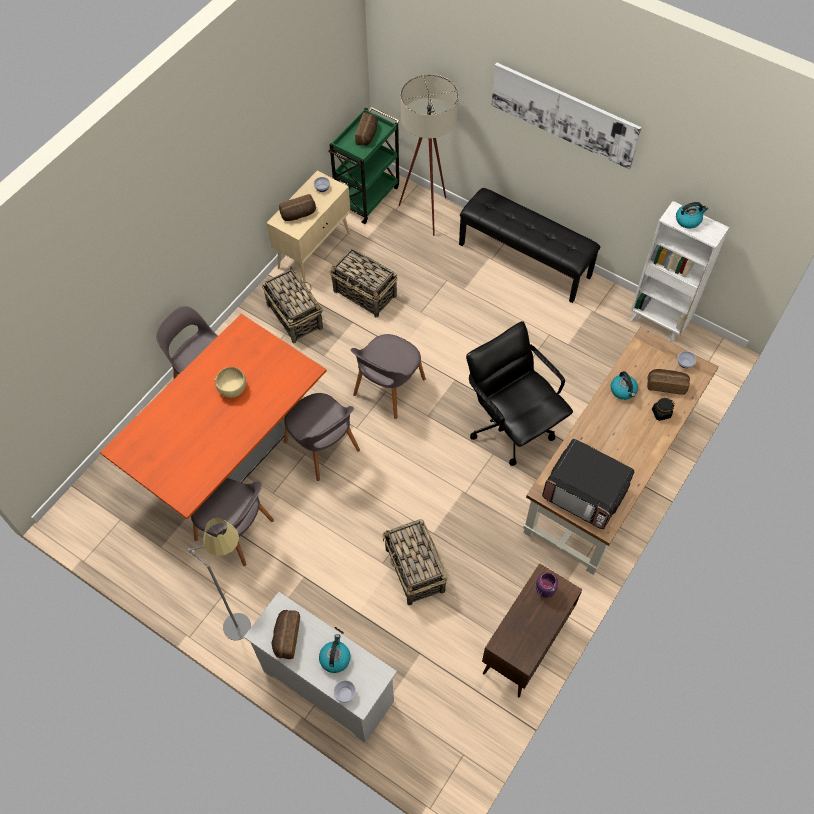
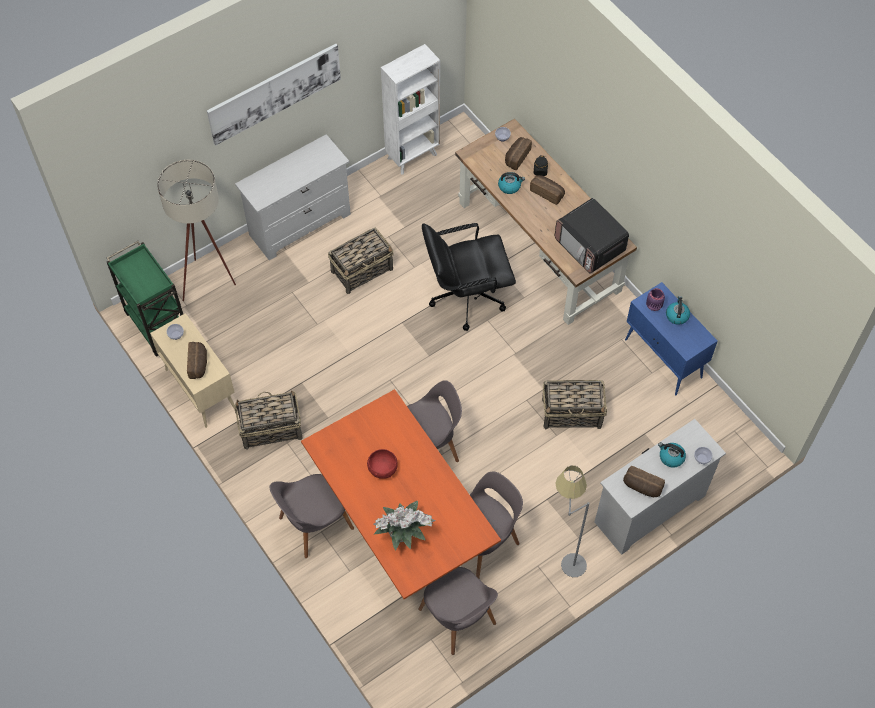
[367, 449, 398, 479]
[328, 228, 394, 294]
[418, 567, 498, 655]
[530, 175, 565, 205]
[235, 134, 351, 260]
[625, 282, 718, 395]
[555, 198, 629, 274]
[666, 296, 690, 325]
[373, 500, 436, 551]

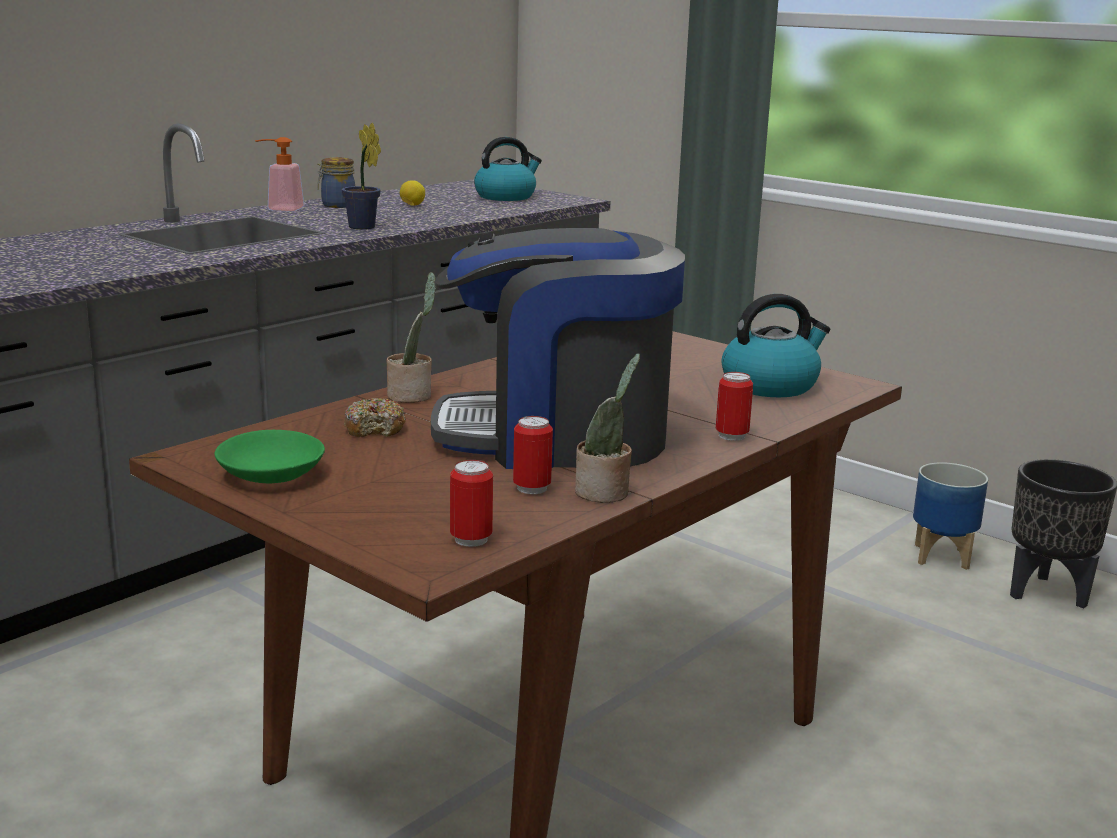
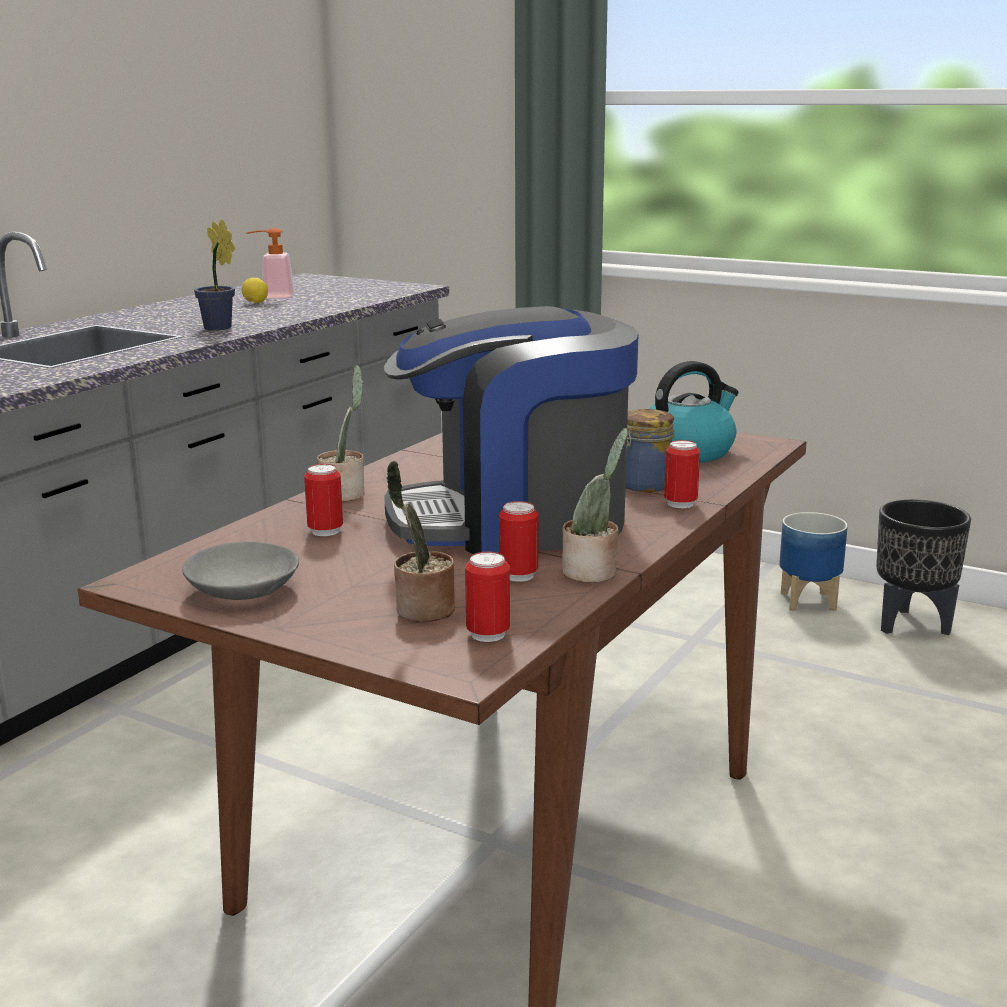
[182, 542, 299, 600]
[246, 228, 295, 299]
[625, 409, 674, 492]
[304, 464, 343, 536]
[474, 137, 542, 201] (first image)
[386, 461, 455, 622]

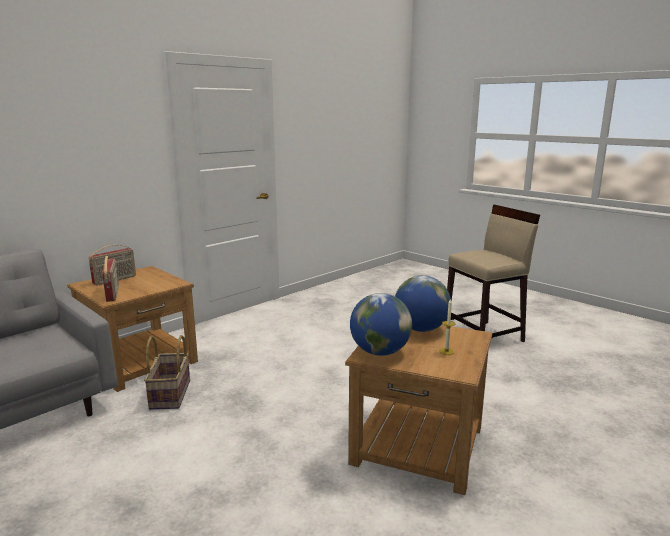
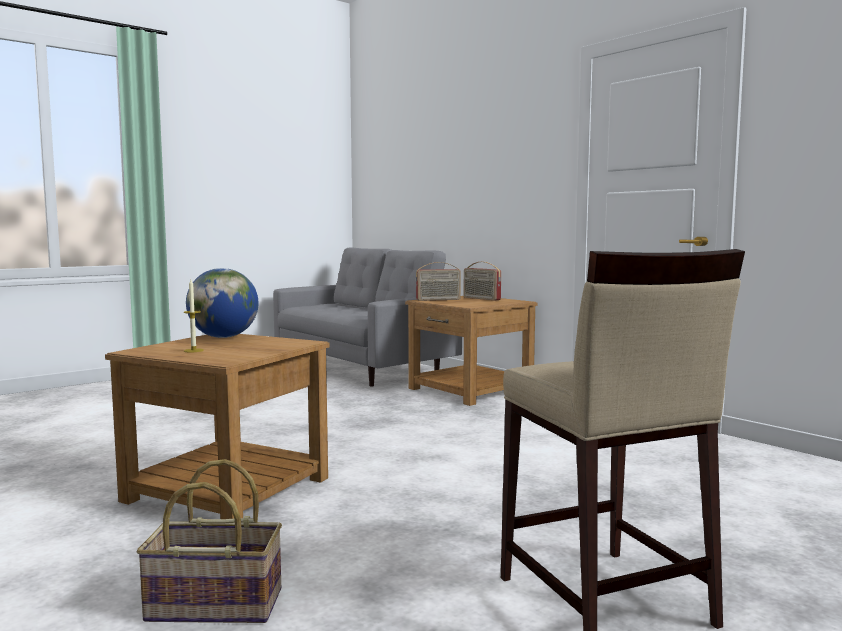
[137, 459, 282, 623]
[395, 275, 450, 332] (first image)

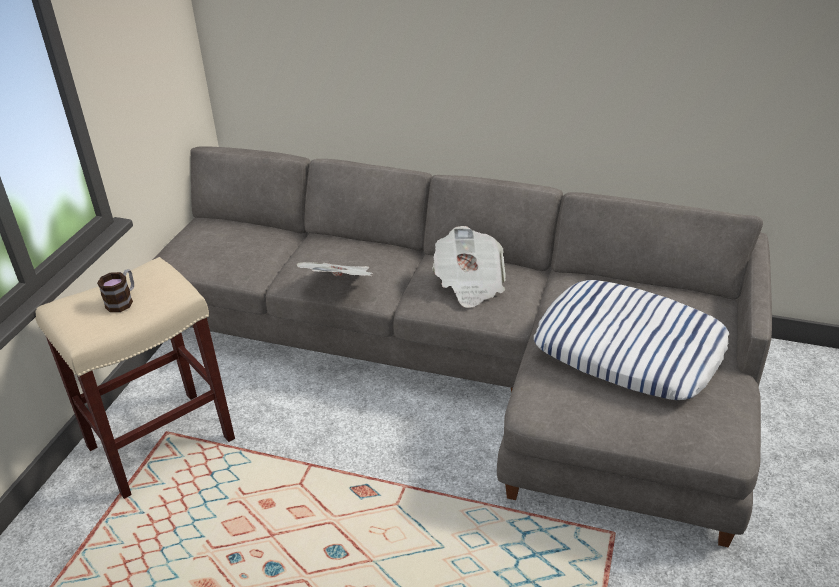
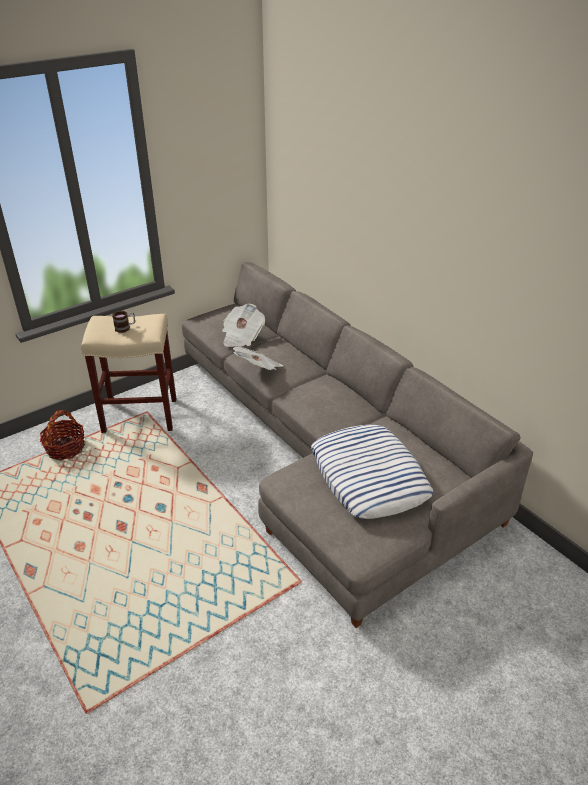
[222, 304, 265, 347]
[40, 410, 85, 460]

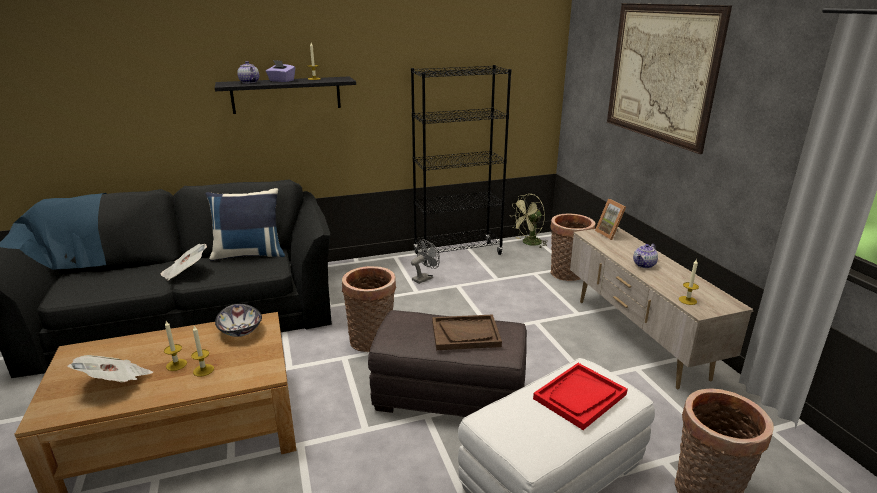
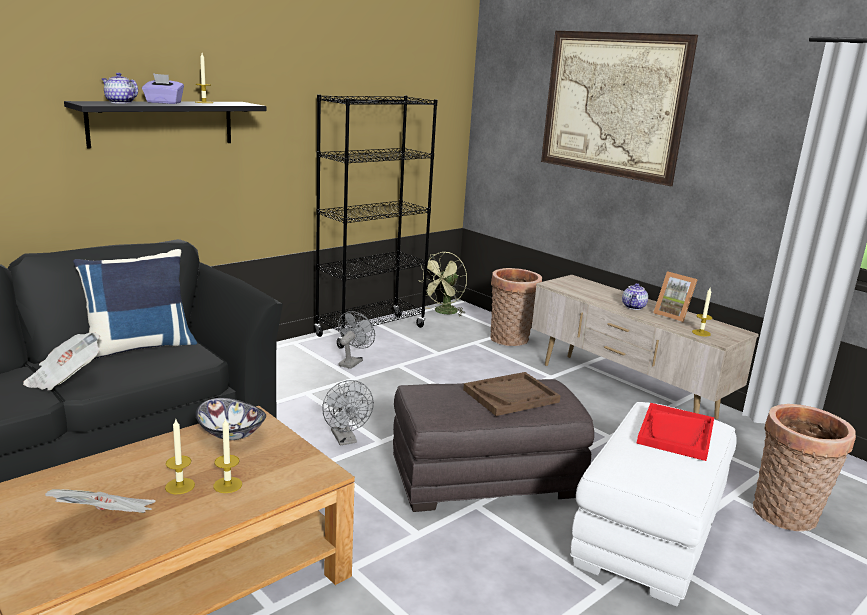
[322, 380, 374, 445]
[653, 271, 698, 322]

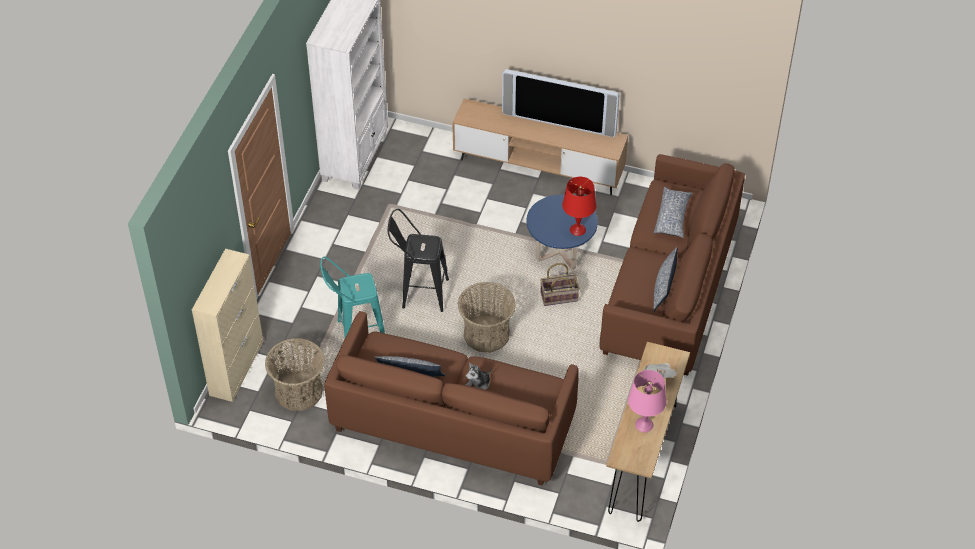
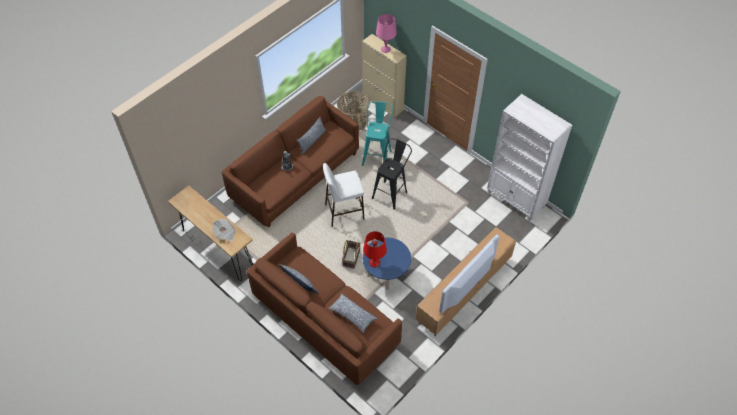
[323, 163, 364, 227]
[376, 14, 397, 53]

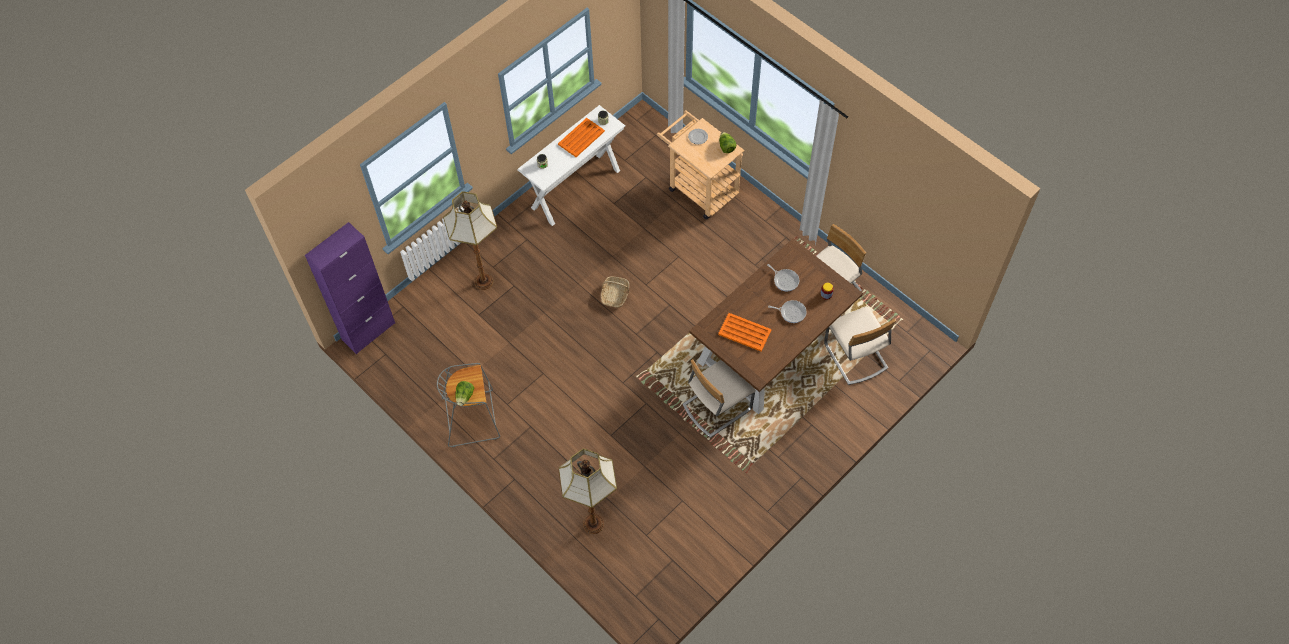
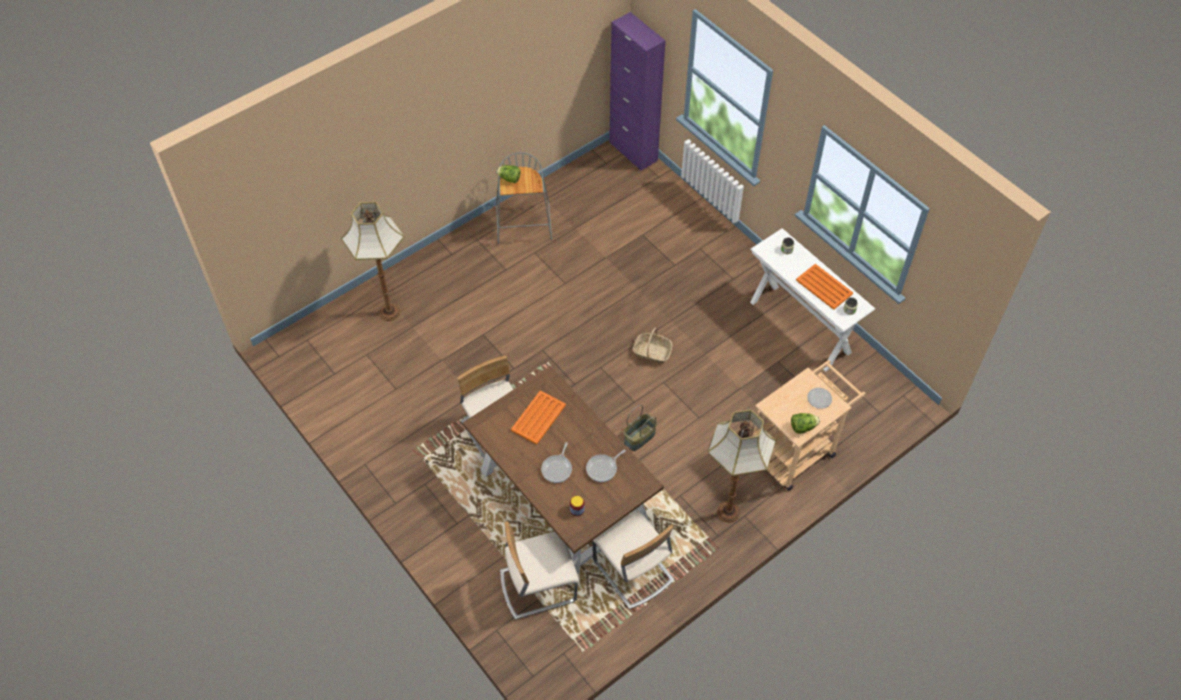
[707, 410, 776, 523]
[623, 405, 657, 451]

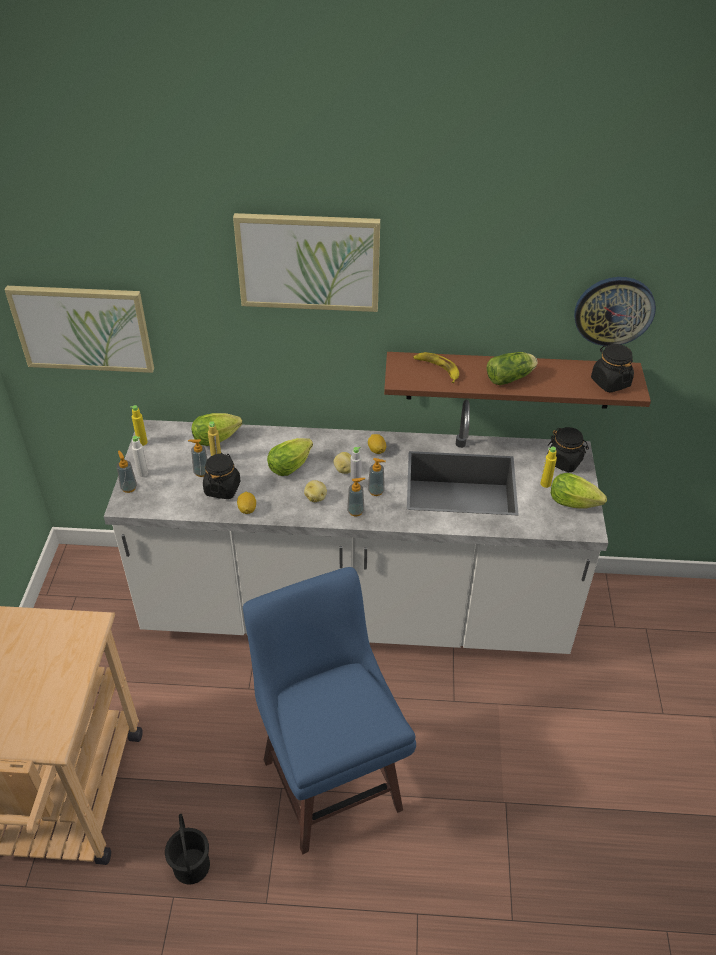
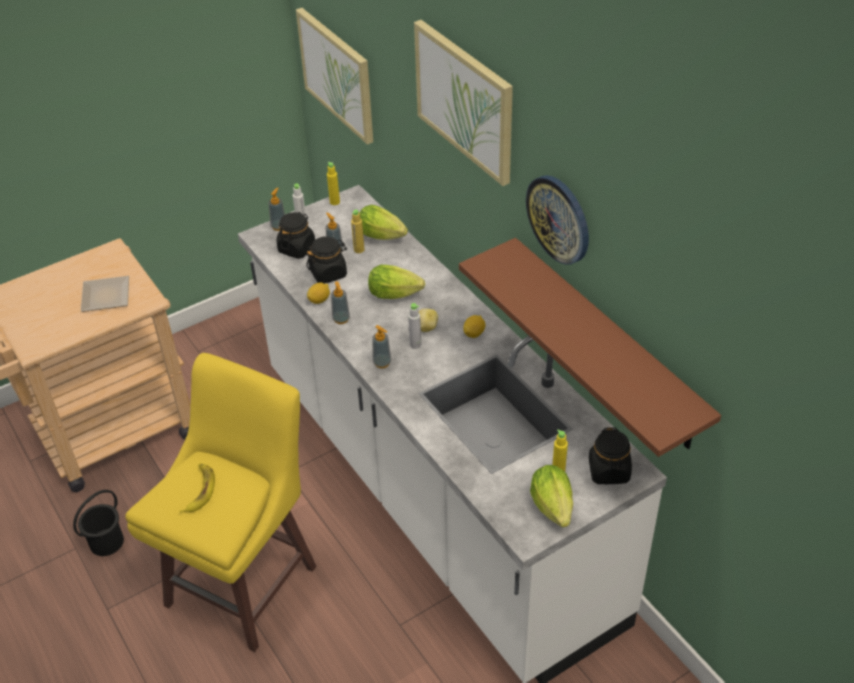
[125, 353, 317, 652]
[304, 480, 327, 502] (first image)
[331, 281, 350, 324]
[180, 464, 215, 513]
[487, 352, 538, 385] (first image)
[526, 175, 589, 265]
[276, 212, 315, 259]
[81, 276, 129, 312]

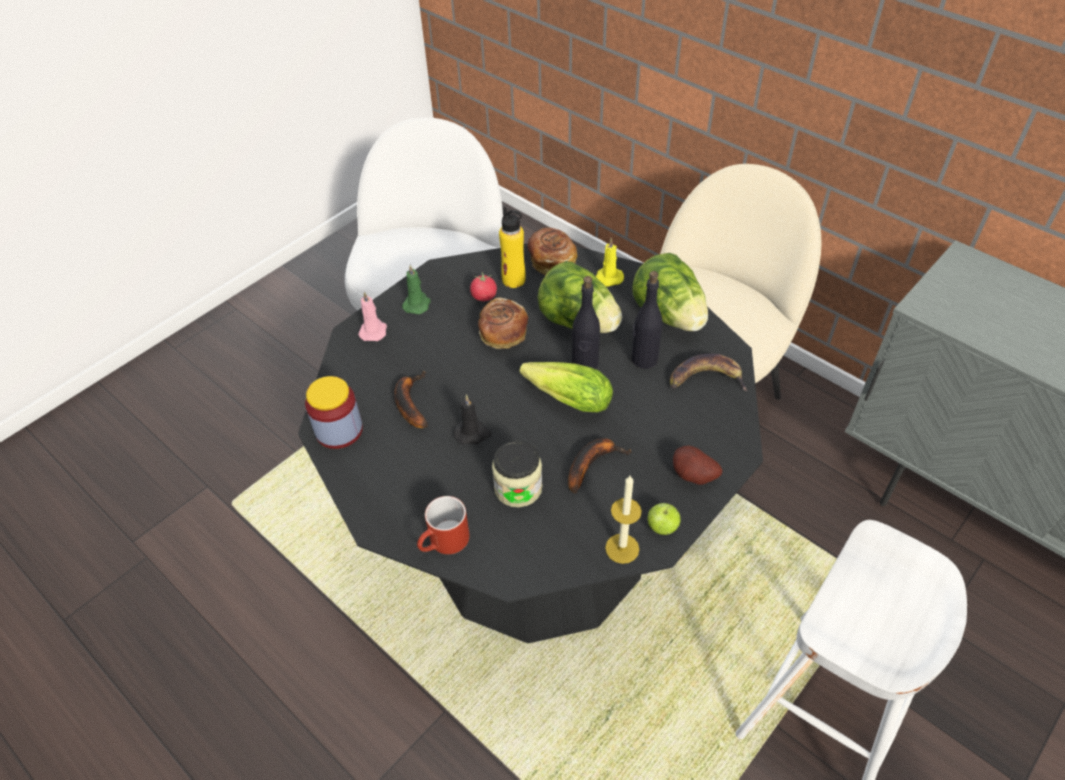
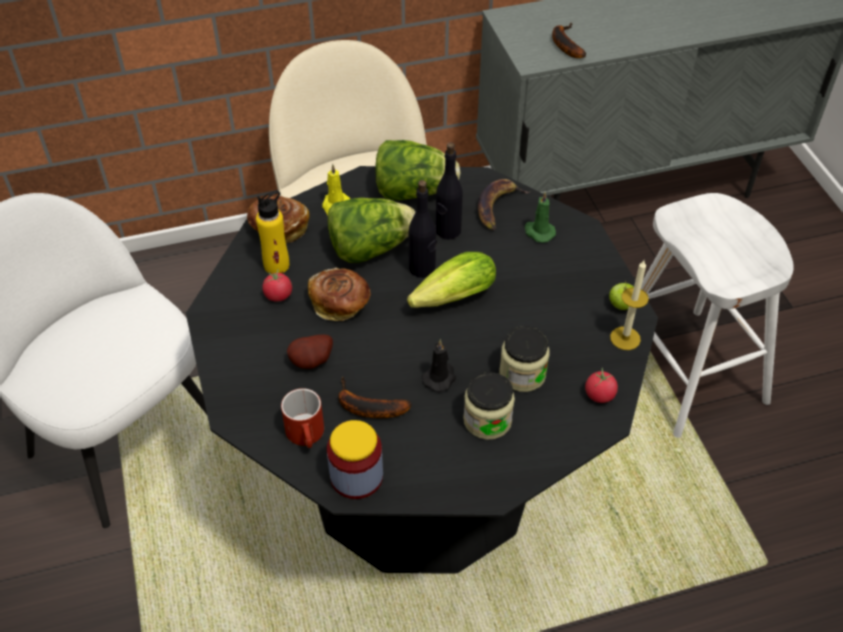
[358, 291, 387, 341] (first image)
[525, 192, 556, 243]
[281, 388, 324, 448]
[552, 23, 586, 58]
[287, 334, 333, 369]
[463, 372, 515, 440]
[585, 368, 618, 403]

